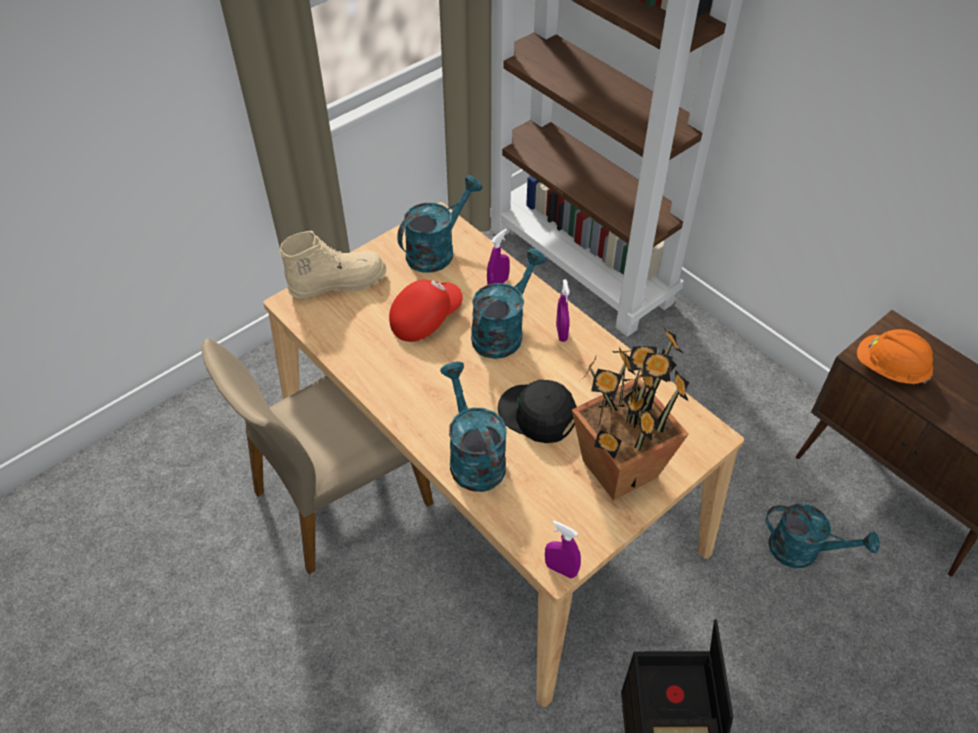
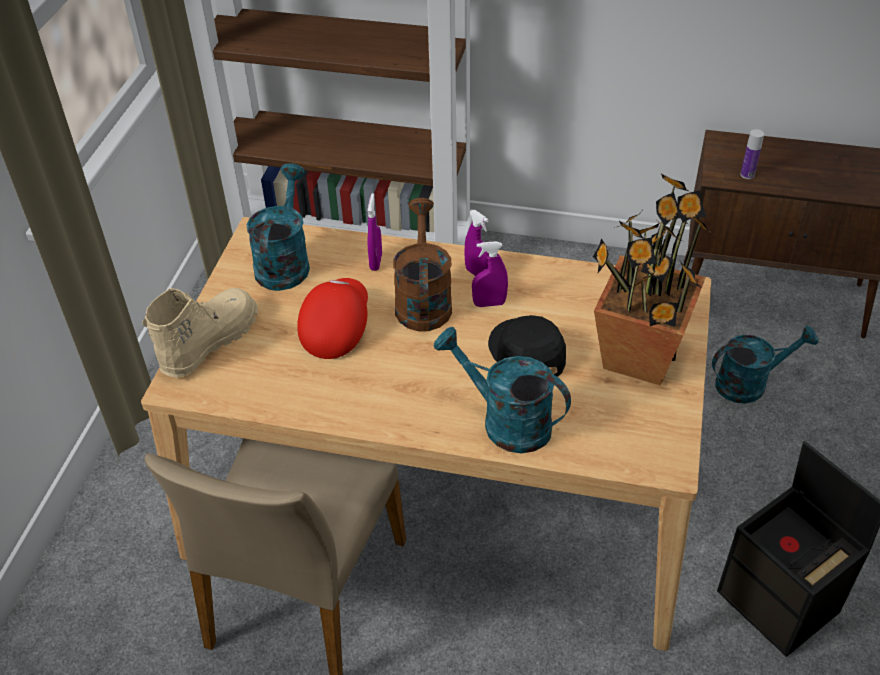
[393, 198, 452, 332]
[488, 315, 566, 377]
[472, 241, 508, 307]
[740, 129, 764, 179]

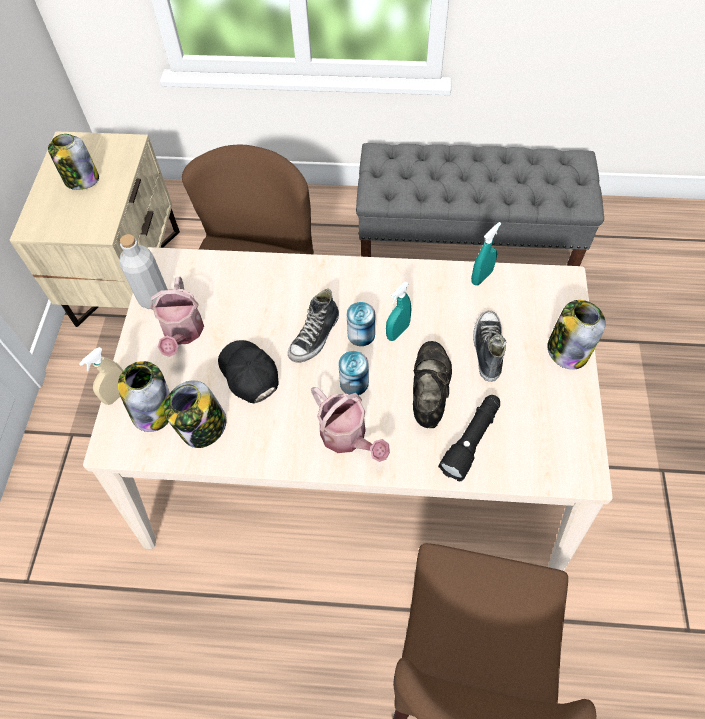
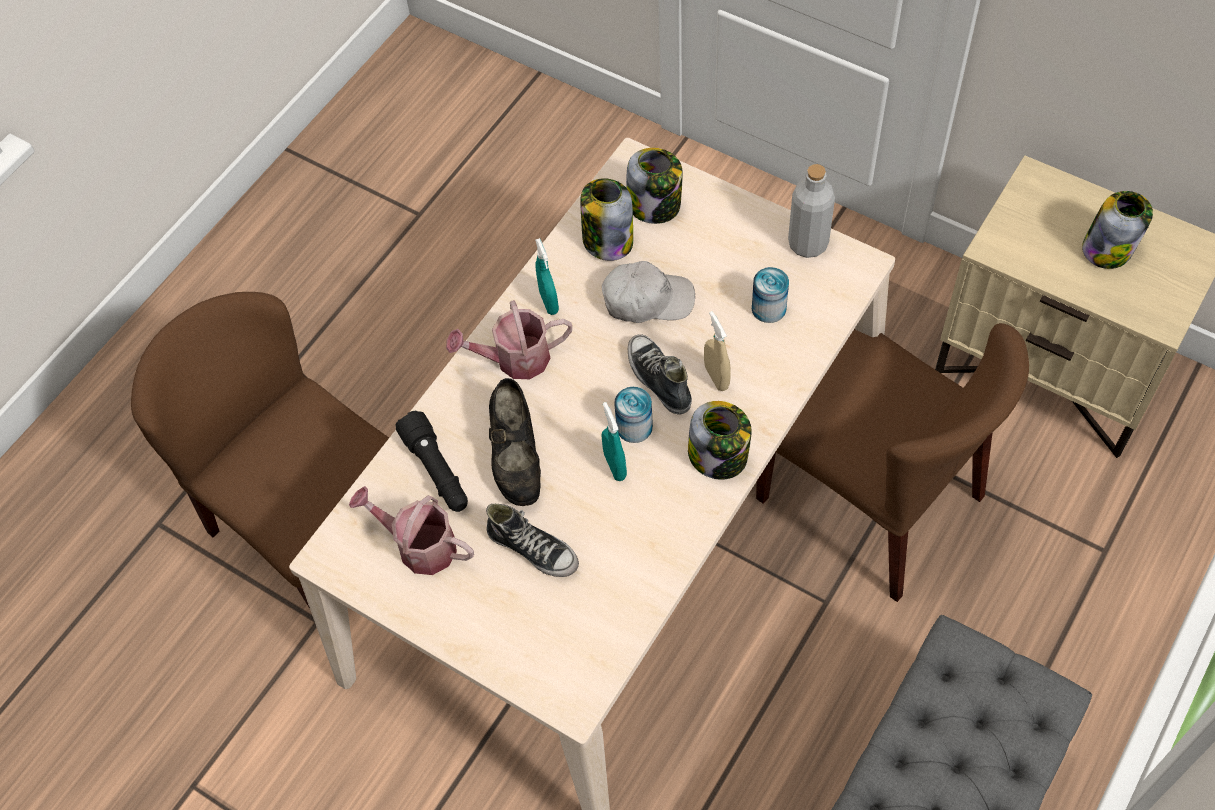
[704, 311, 731, 391]
[349, 486, 474, 575]
[602, 261, 695, 323]
[752, 267, 789, 323]
[489, 378, 541, 506]
[535, 238, 559, 315]
[688, 401, 752, 480]

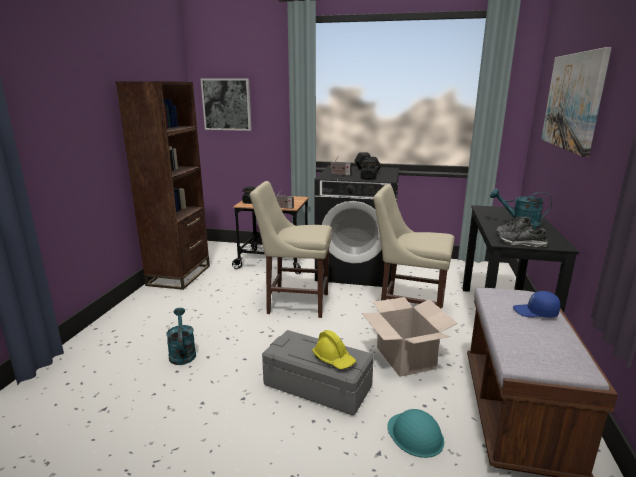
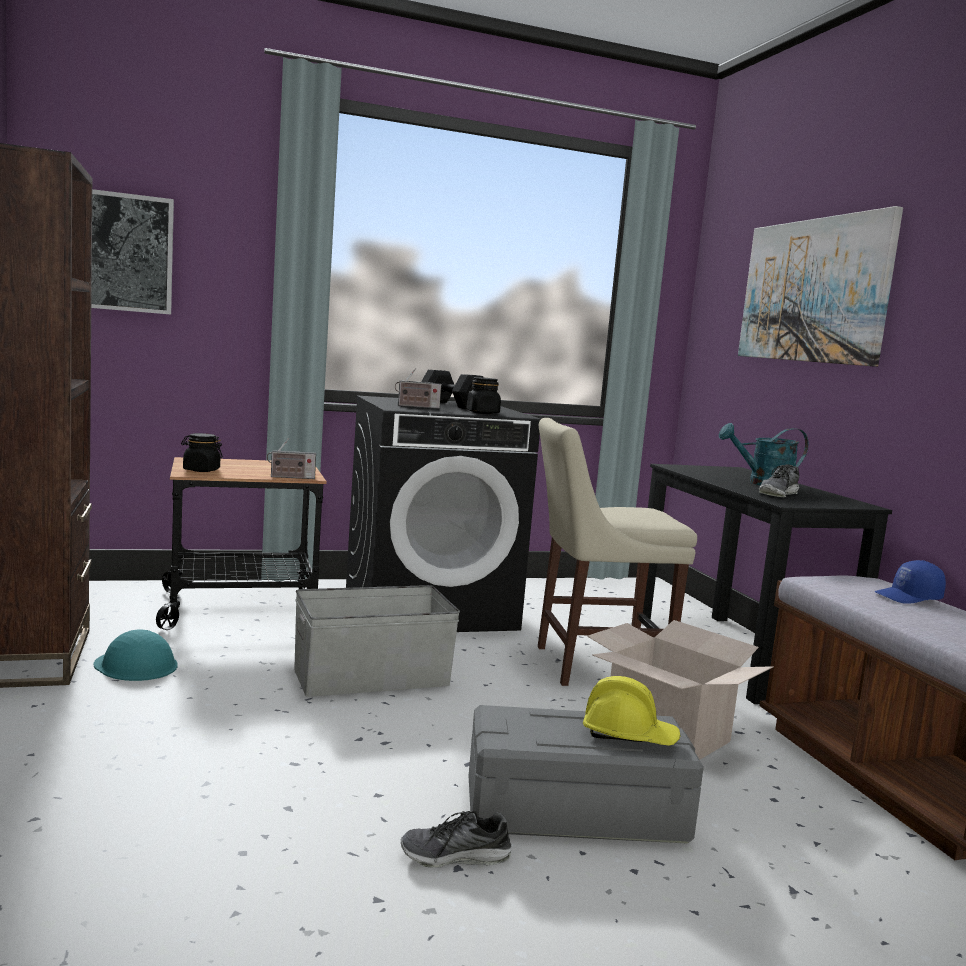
[166, 308, 196, 365] (first image)
[294, 585, 460, 697]
[94, 629, 178, 681]
[401, 811, 512, 868]

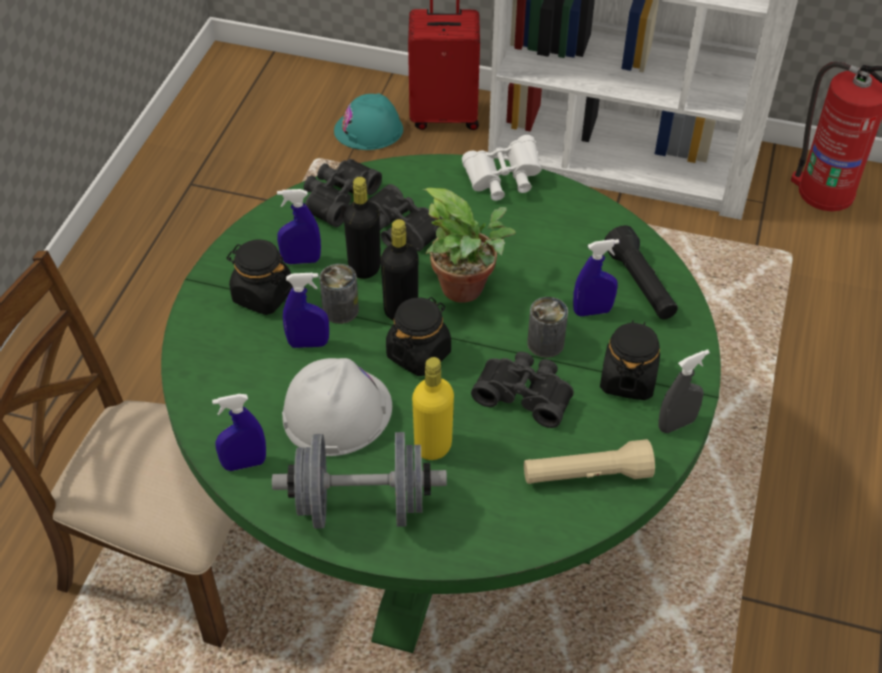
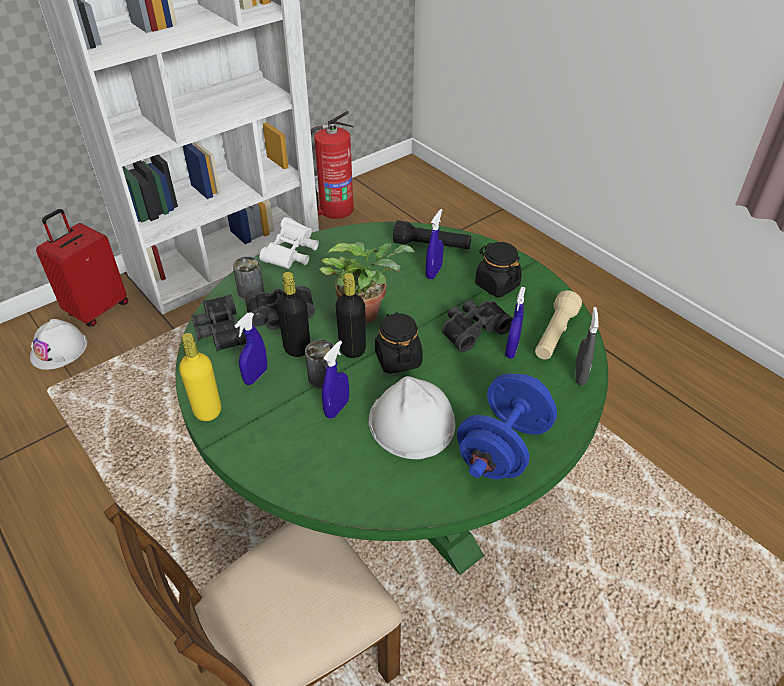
[505, 287, 526, 359]
[227, 239, 293, 315] (first image)
[457, 374, 557, 479]
[30, 319, 87, 370]
[179, 333, 221, 421]
[233, 256, 264, 300]
[575, 307, 599, 386]

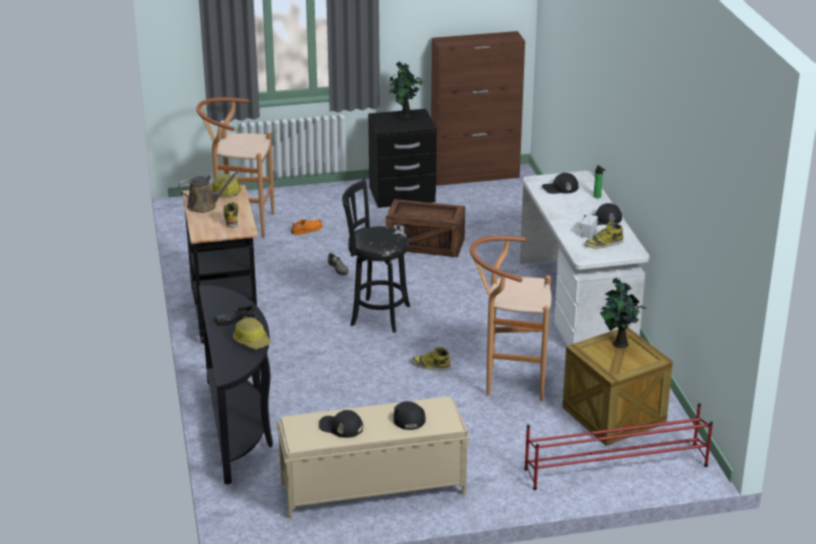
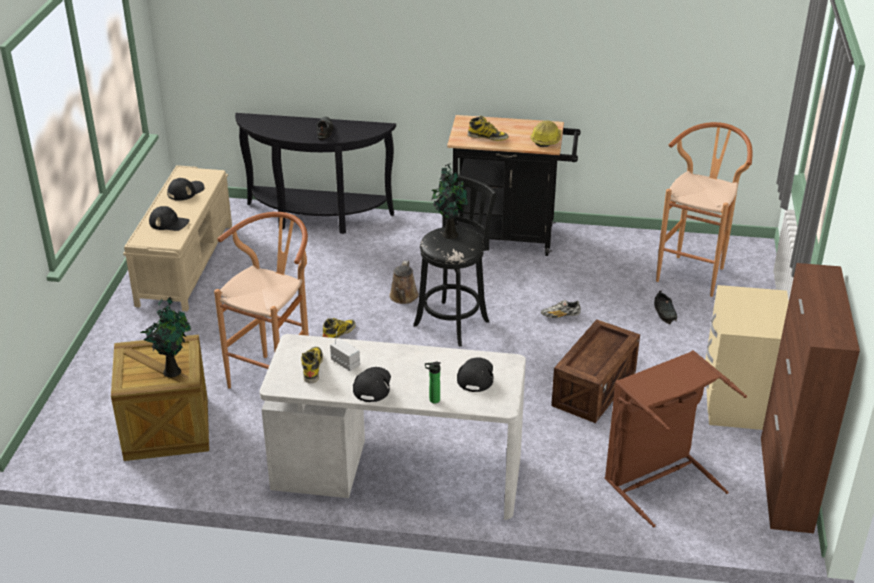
[389, 260, 419, 304]
[233, 317, 271, 349] (first image)
[654, 291, 677, 324]
[705, 285, 789, 430]
[431, 163, 469, 239]
[524, 403, 713, 490] (first image)
[605, 350, 747, 527]

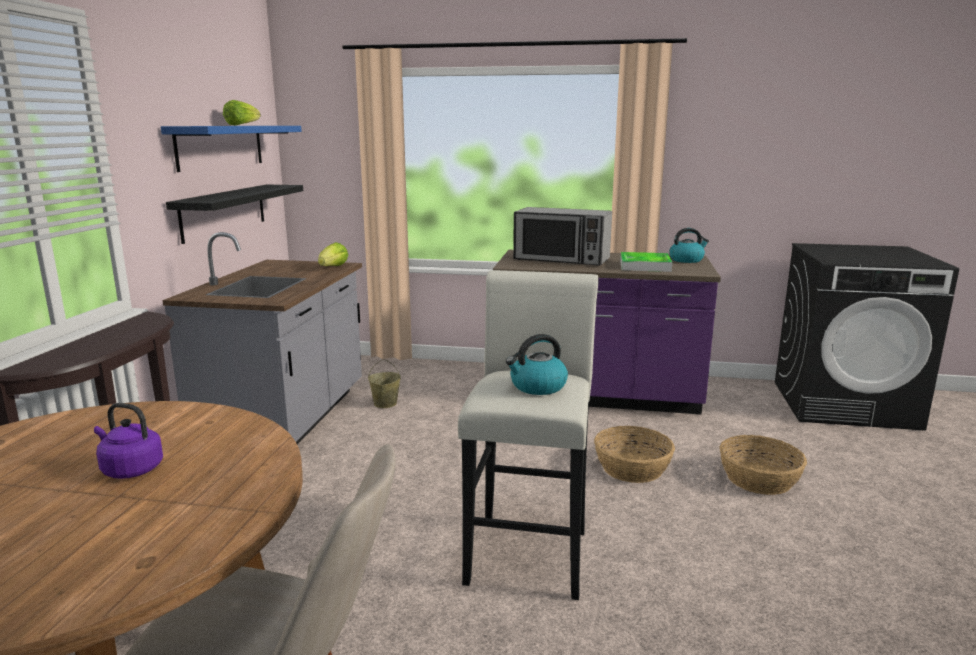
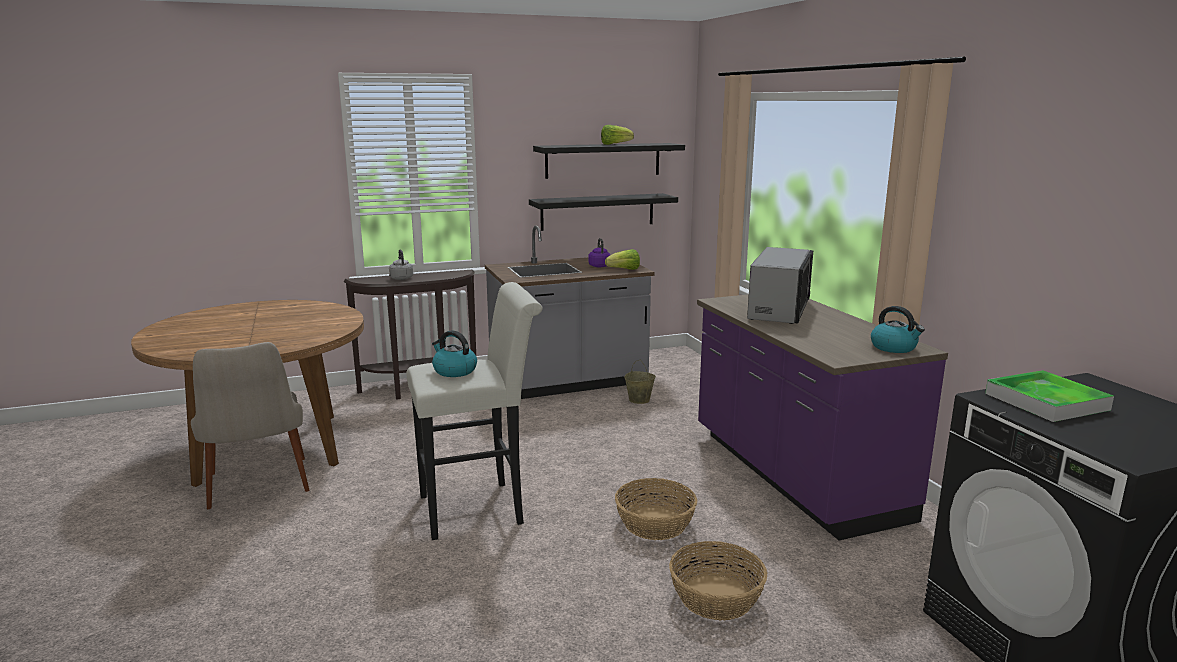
[588, 238, 610, 267]
[533, 143, 685, 179]
[747, 247, 813, 324]
[985, 370, 1114, 422]
[389, 250, 413, 280]

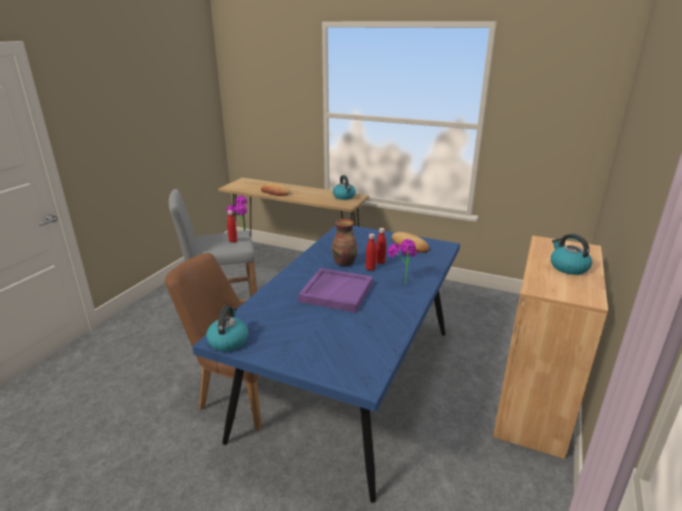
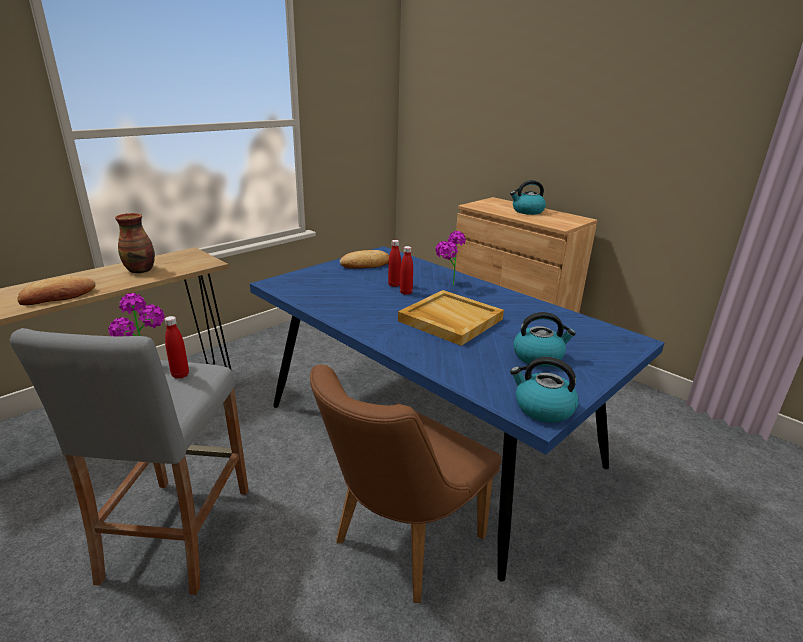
[398, 290, 504, 346]
[115, 213, 155, 273]
[513, 312, 576, 367]

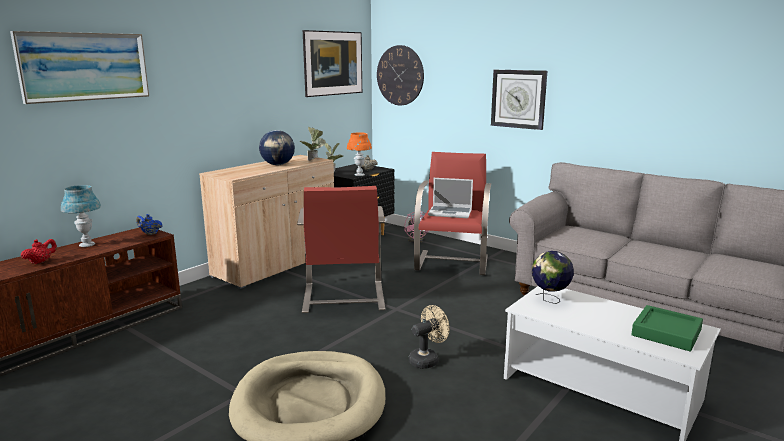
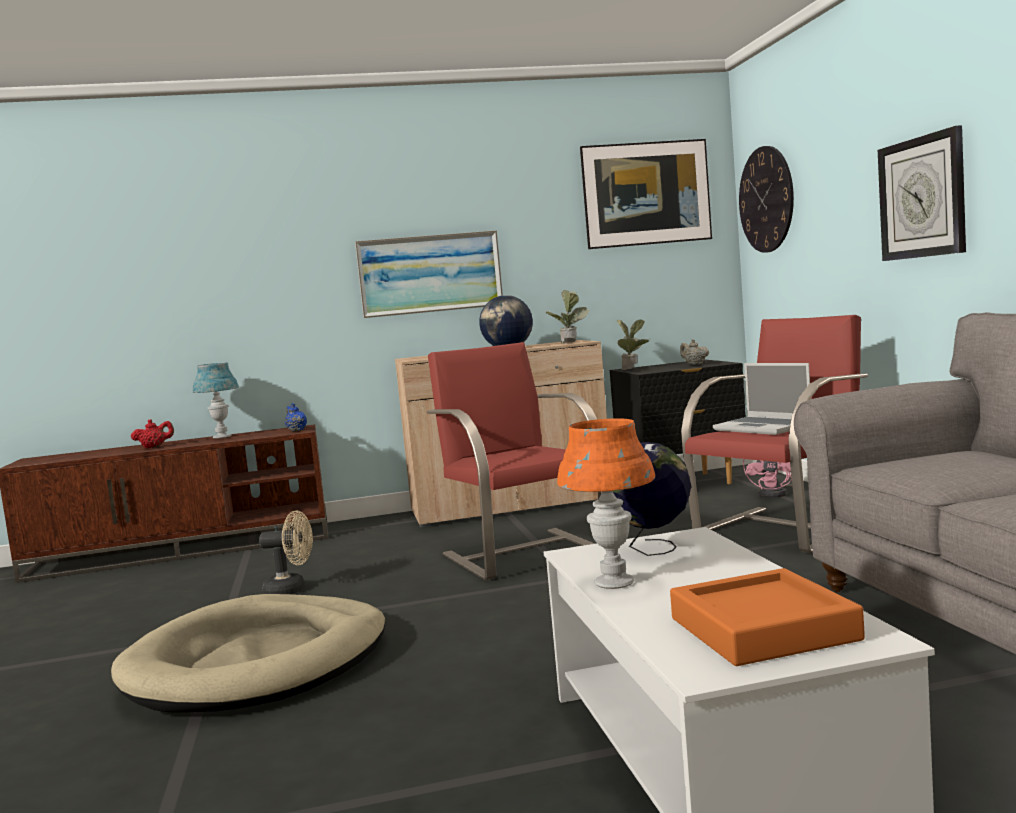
[355, 230, 503, 318]
[427, 342, 601, 581]
[557, 418, 655, 589]
[259, 510, 313, 594]
[670, 568, 865, 666]

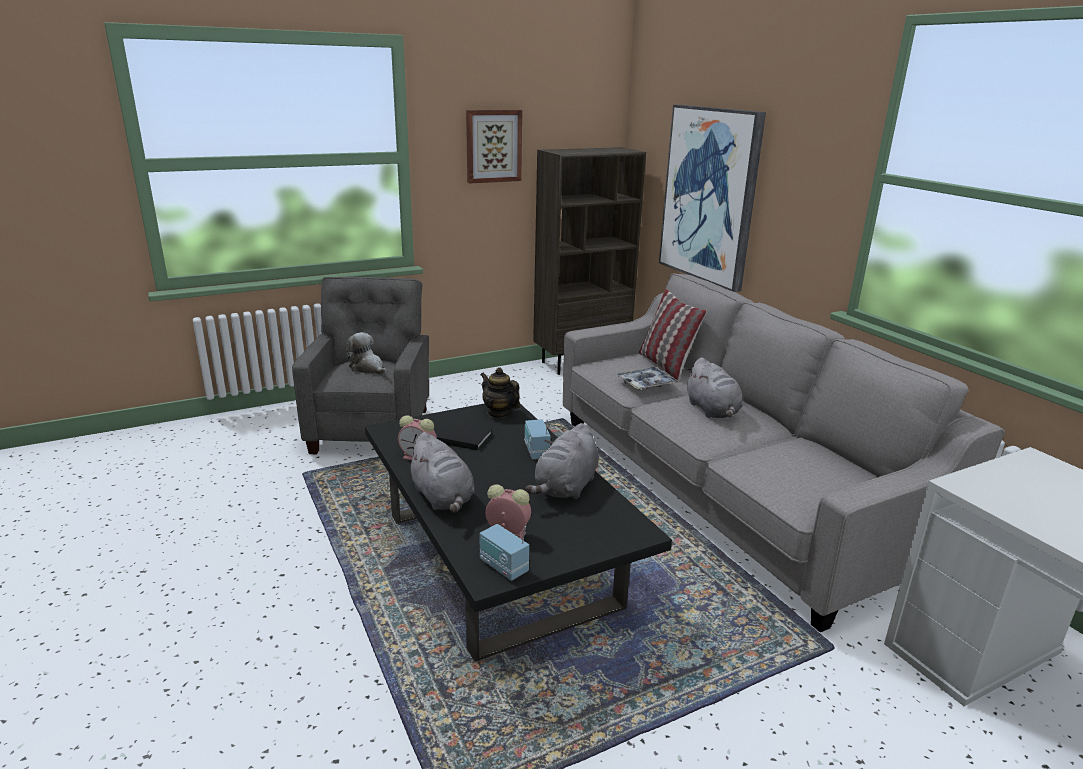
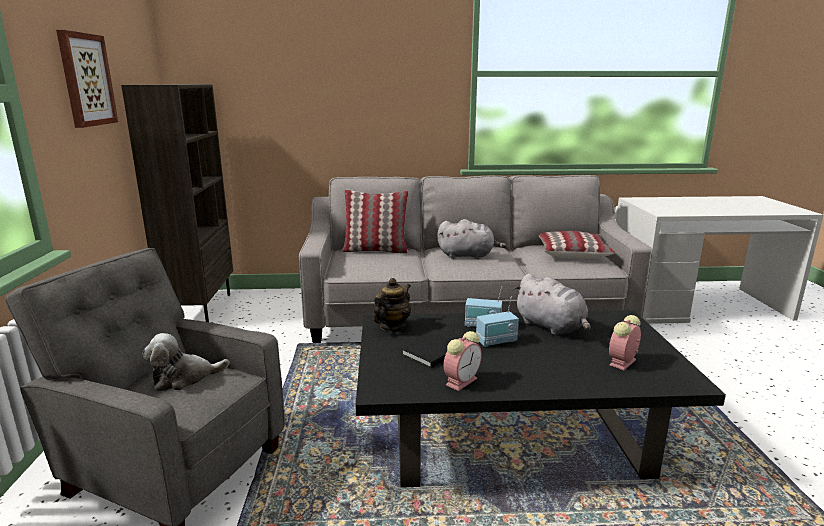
[406, 432, 474, 513] (first image)
[476, 297, 519, 347]
[374, 278, 411, 331]
[616, 366, 679, 390] (first image)
[659, 105, 766, 292] (first image)
[539, 231, 615, 259]

